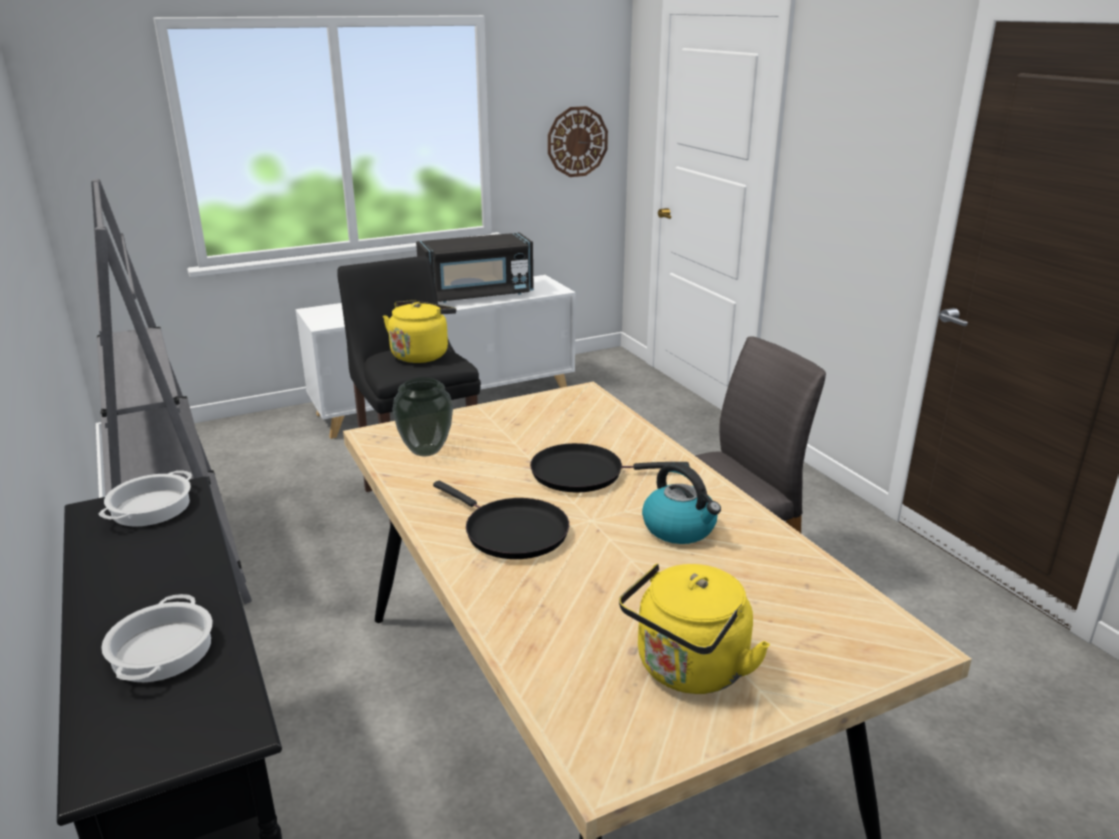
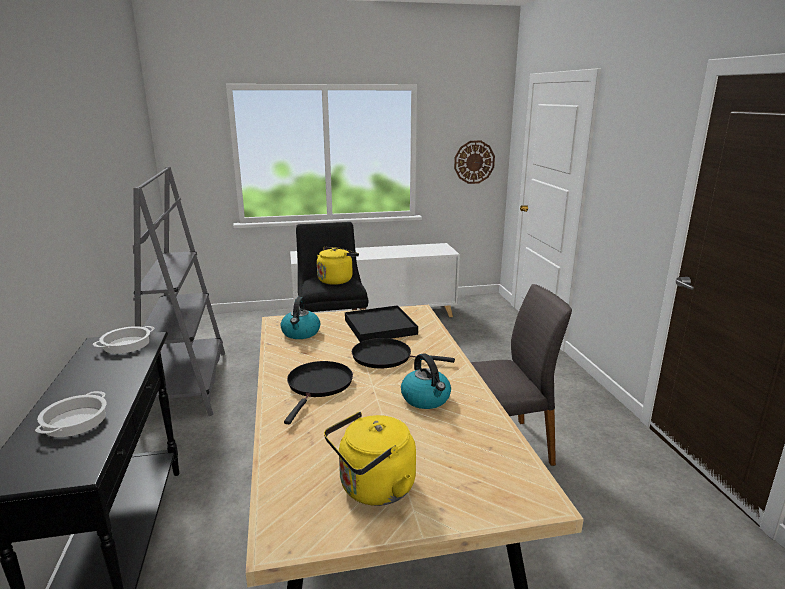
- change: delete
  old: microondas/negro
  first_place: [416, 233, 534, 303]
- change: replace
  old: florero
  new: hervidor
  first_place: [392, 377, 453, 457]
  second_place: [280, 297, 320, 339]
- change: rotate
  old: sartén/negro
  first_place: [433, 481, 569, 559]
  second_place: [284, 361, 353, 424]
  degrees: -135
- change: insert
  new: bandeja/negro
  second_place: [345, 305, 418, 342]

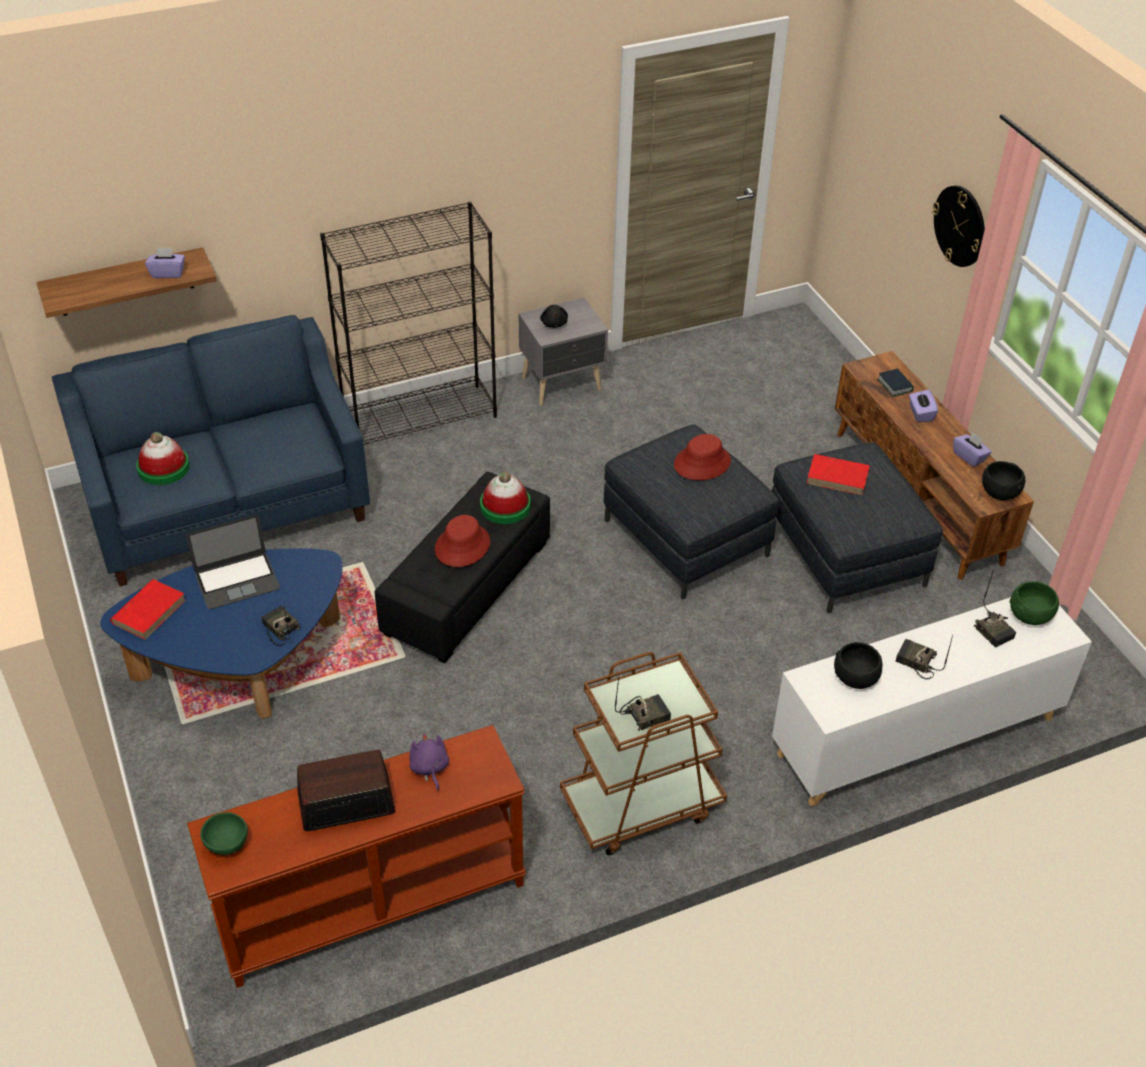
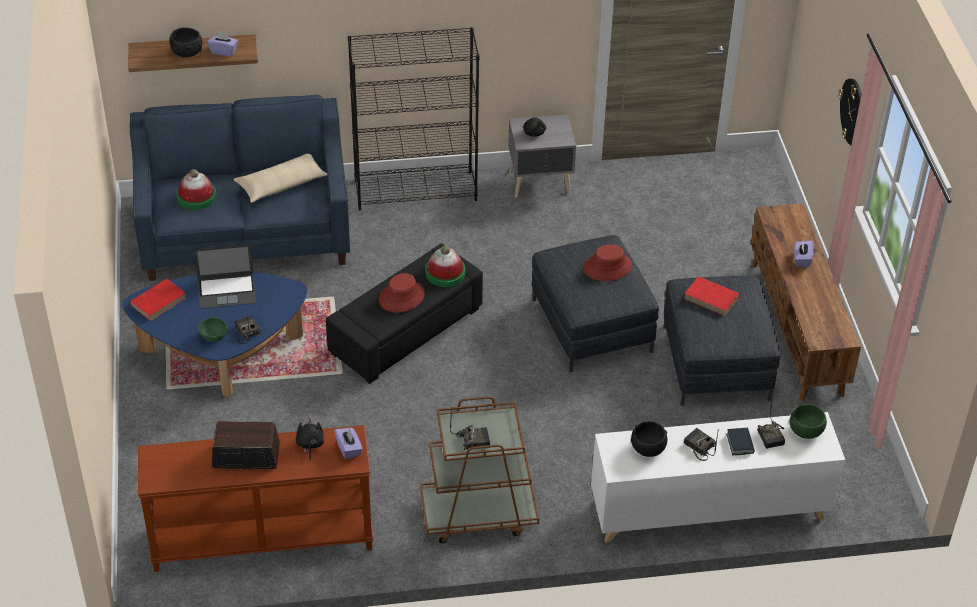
- change: move
  old: libro
  first_place: [878, 369, 914, 397]
  second_place: [726, 428, 755, 455]
- change: move
  old: caja de pañuelos/morado
  first_place: [953, 432, 992, 467]
  second_place: [334, 427, 363, 460]
- change: move
  old: cuenco/negro
  first_place: [982, 461, 1025, 500]
  second_place: [169, 27, 202, 57]
- change: recolor
  old: peluche/morado
  new: peluche/negro
  first_place: [409, 733, 449, 791]
  second_place: [295, 419, 324, 460]
- change: move
  old: cuenco/verde
  first_place: [200, 812, 248, 855]
  second_place: [198, 317, 227, 342]
- change: insert
  new: cojín/beis
  second_place: [234, 154, 327, 203]

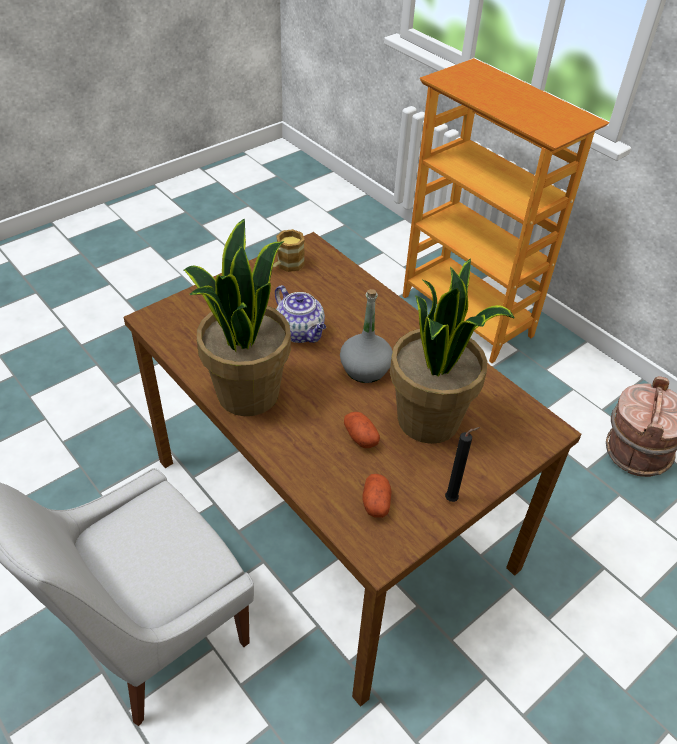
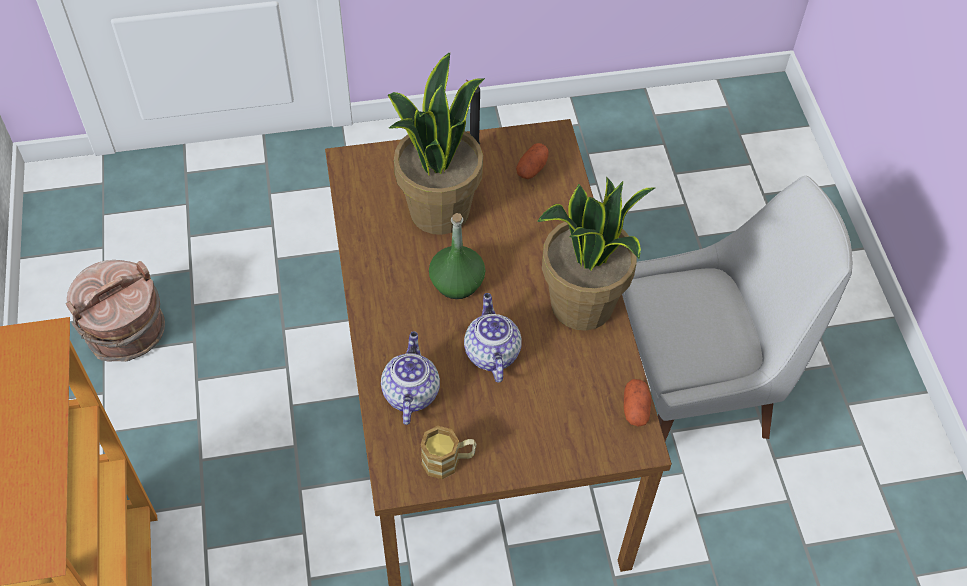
- change: recolor
  old: botella/gris
  new: botella/verde
  first_place: [340, 289, 393, 383]
  second_place: [429, 213, 485, 299]
- change: move
  old: patata
  first_place: [344, 412, 380, 448]
  second_place: [624, 379, 651, 427]
- change: insert
  new: tetera
  second_place: [381, 331, 440, 425]

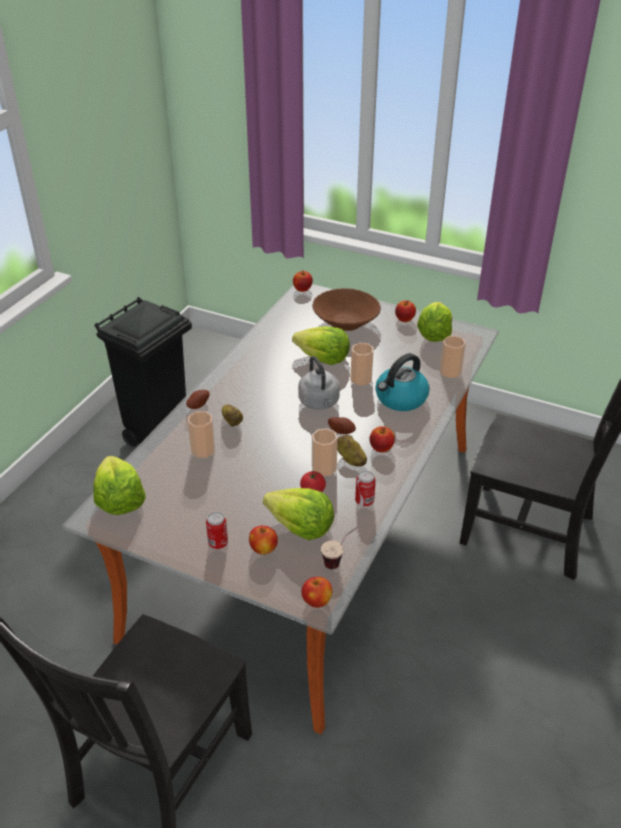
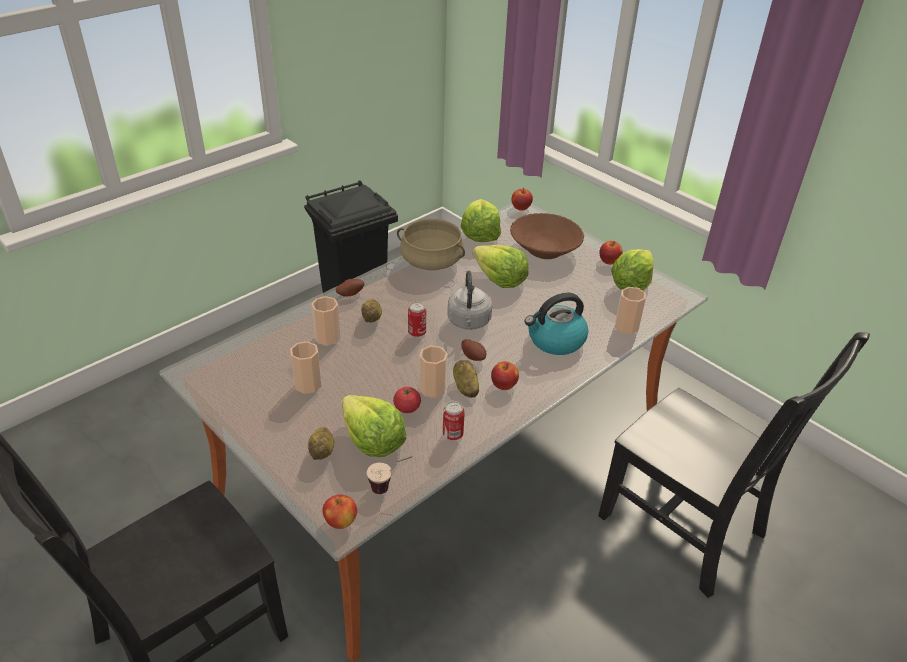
- change: move
  old: taza
  first_place: [350, 343, 374, 385]
  second_place: [290, 341, 322, 394]
- change: move
  old: lechuga
  first_place: [93, 456, 146, 515]
  second_place: [461, 199, 501, 242]
- change: move
  old: lata
  first_place: [206, 512, 228, 549]
  second_place: [408, 302, 426, 337]
- change: replace
  old: manzana
  new: patata
  first_place: [249, 526, 278, 555]
  second_place: [308, 427, 334, 460]
- change: insert
  new: olla/beis
  second_place: [397, 219, 465, 270]

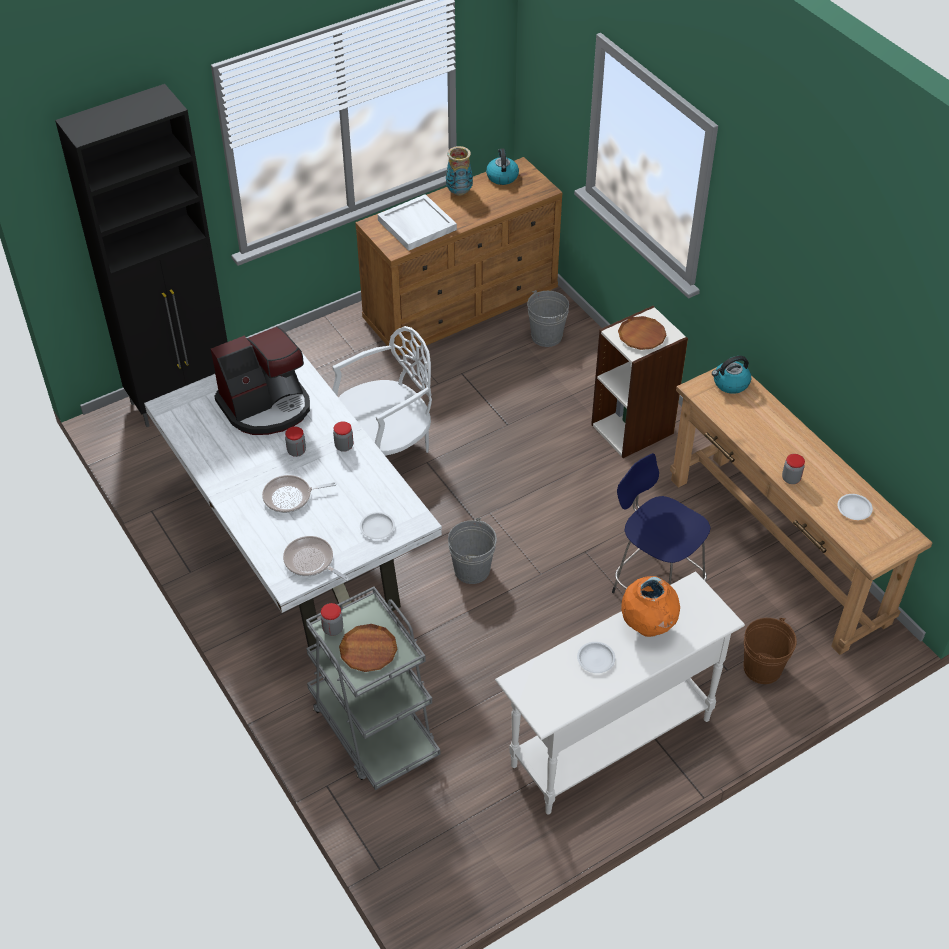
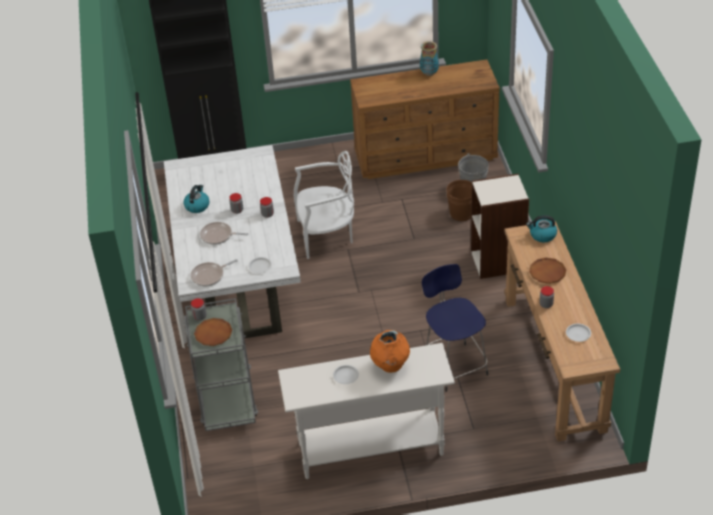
- change: move
  old: hervidor
  first_place: [486, 148, 519, 185]
  second_place: [184, 185, 209, 213]
- change: delete
  old: bandeja/blanco
  first_place: [378, 194, 457, 251]
- change: move
  old: plato/marrón
  first_place: [618, 316, 666, 350]
  second_place: [529, 258, 566, 284]
- change: delete
  old: cafetera
  first_place: [211, 326, 310, 435]
- change: delete
  old: cubo/gris
  first_place: [448, 518, 497, 584]
- change: rotate
  old: sartén
  first_place: [283, 536, 349, 581]
  second_place: [191, 259, 238, 287]
  degrees: -90
- change: move
  old: cubo/marrón
  first_place: [743, 618, 797, 684]
  second_place: [446, 180, 472, 221]

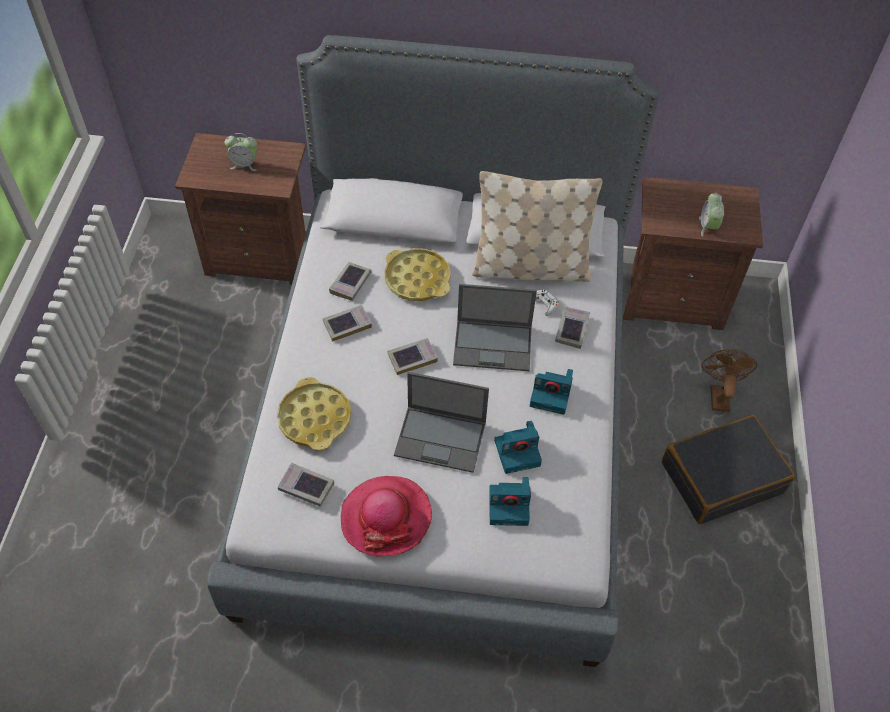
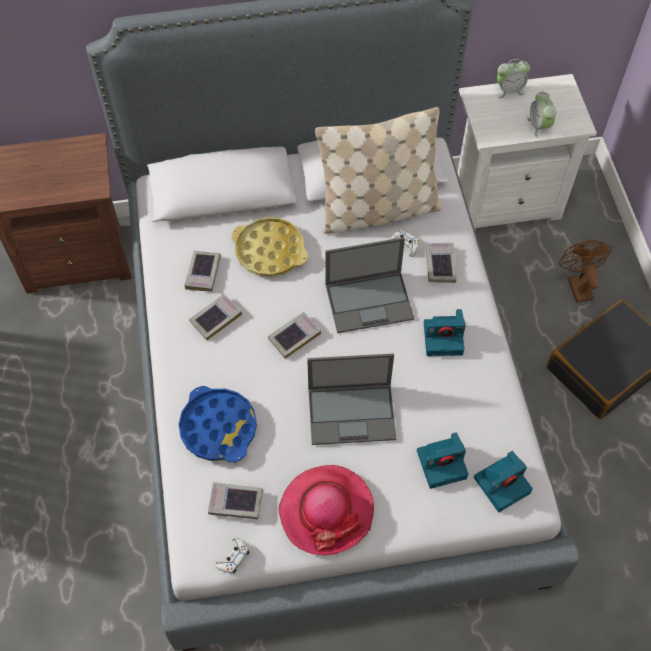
- change: move
  old: despertador
  first_place: [225, 133, 257, 171]
  second_place: [497, 59, 530, 98]
- change: recolor
  old: mesita de noche/marrón
  new: mesita de noche/blanco
  first_place: [623, 177, 763, 330]
  second_place: [457, 74, 597, 230]
- change: recolor
  old: bandeja/amarillo
  new: bandeja/azul
  first_place: [277, 377, 351, 451]
  second_place: [179, 386, 257, 462]
- change: move
  old: cámara
  first_place: [494, 421, 542, 474]
  second_place: [474, 451, 533, 512]
- change: insert
  new: mando de consola/blanco
  second_place: [215, 538, 249, 573]

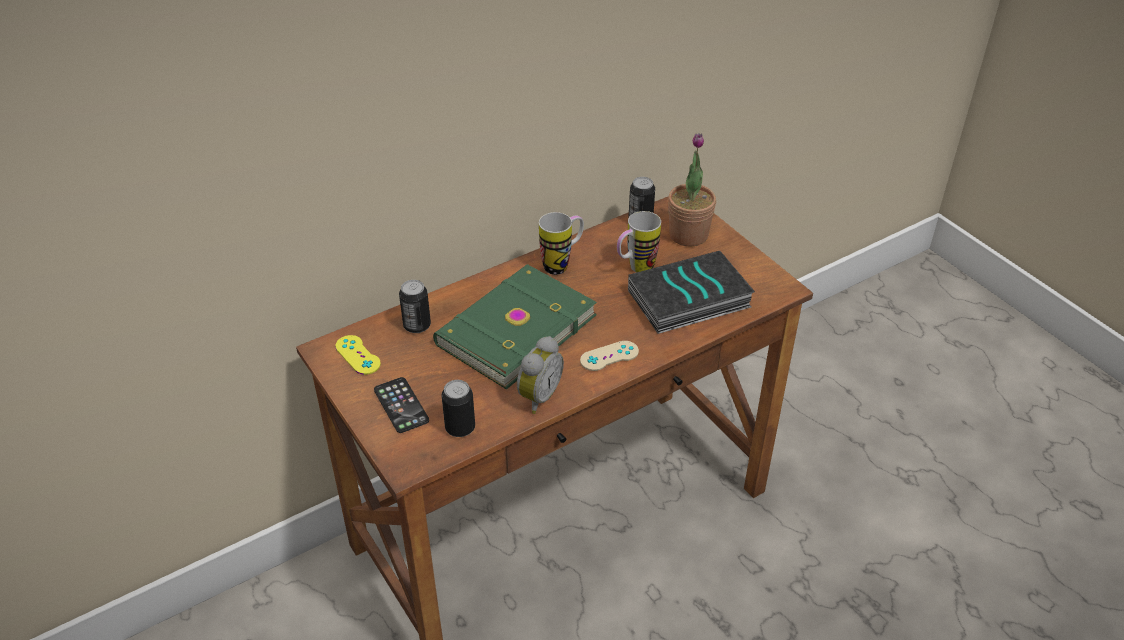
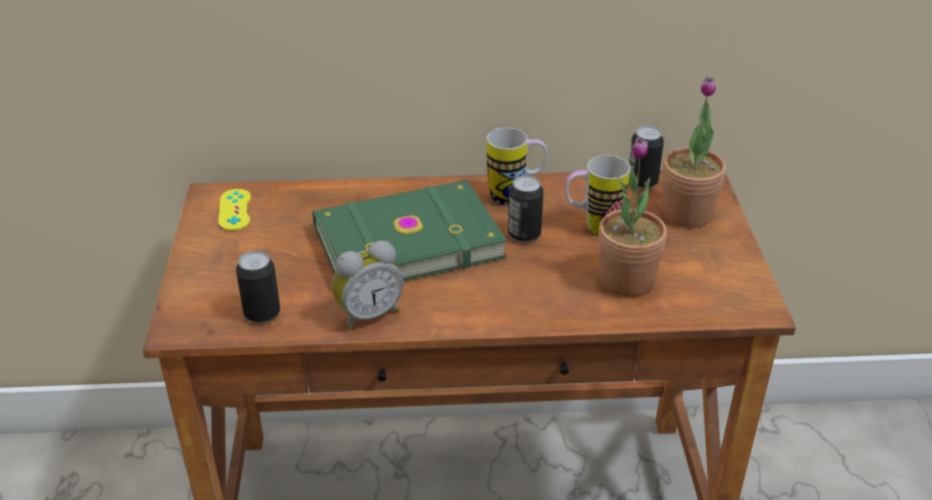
- change: replace
  old: libro
  new: planta en maceta
  first_place: [628, 251, 755, 334]
  second_place: [599, 137, 667, 297]
- change: move
  old: lata
  first_place: [399, 280, 431, 333]
  second_place: [508, 176, 544, 243]
- change: delete
  old: mando de consola/beis
  first_place: [580, 341, 639, 371]
- change: delete
  old: móvil
  first_place: [374, 377, 429, 433]

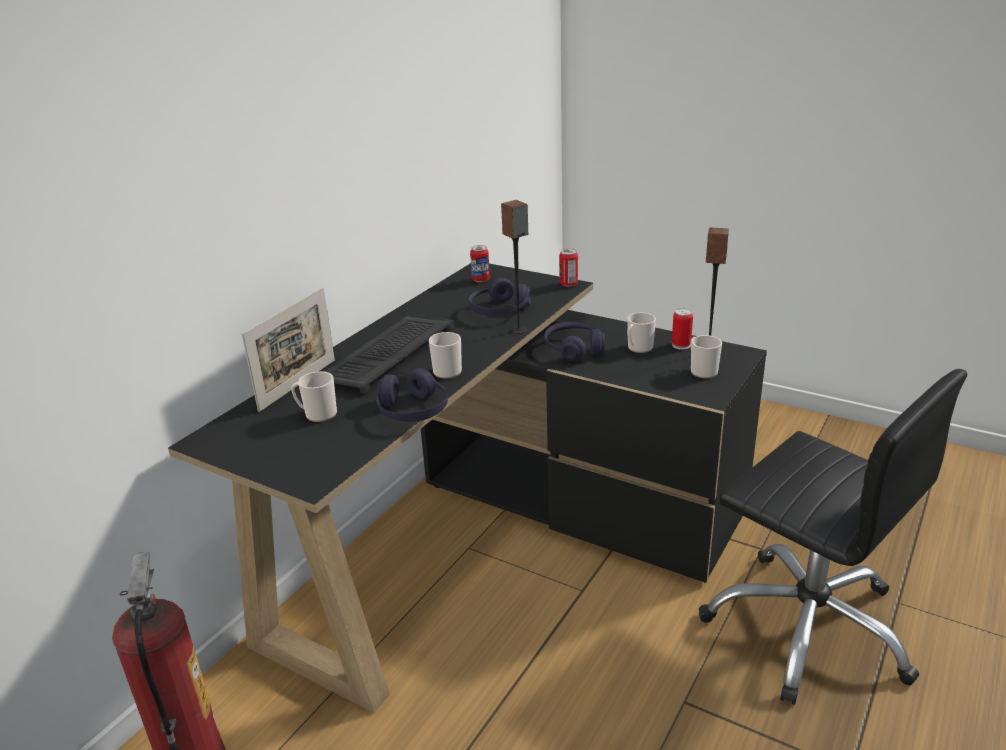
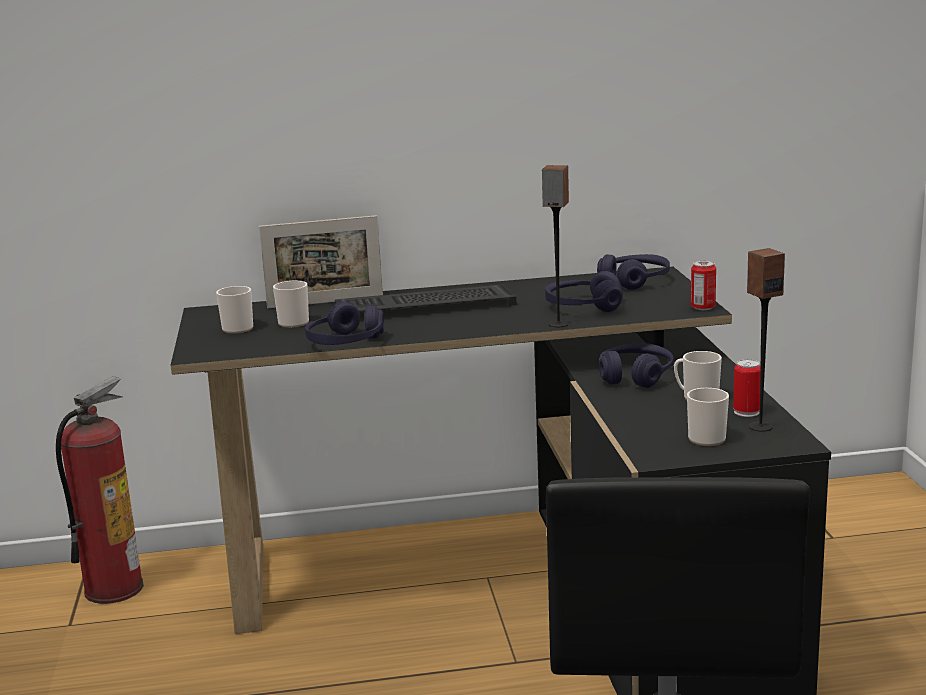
- change: replace
  old: lata
  new: auriculares/morado
  first_place: [470, 245, 490, 283]
  second_place: [597, 254, 670, 290]
- change: move
  old: taza grande
  first_place: [429, 332, 462, 379]
  second_place: [216, 286, 253, 334]

